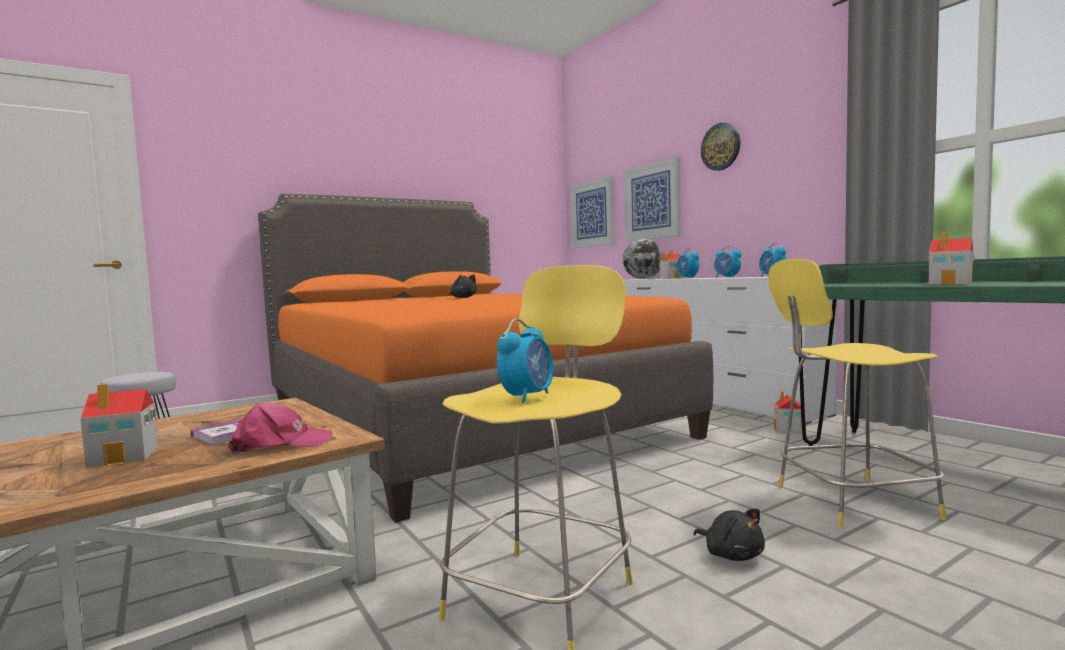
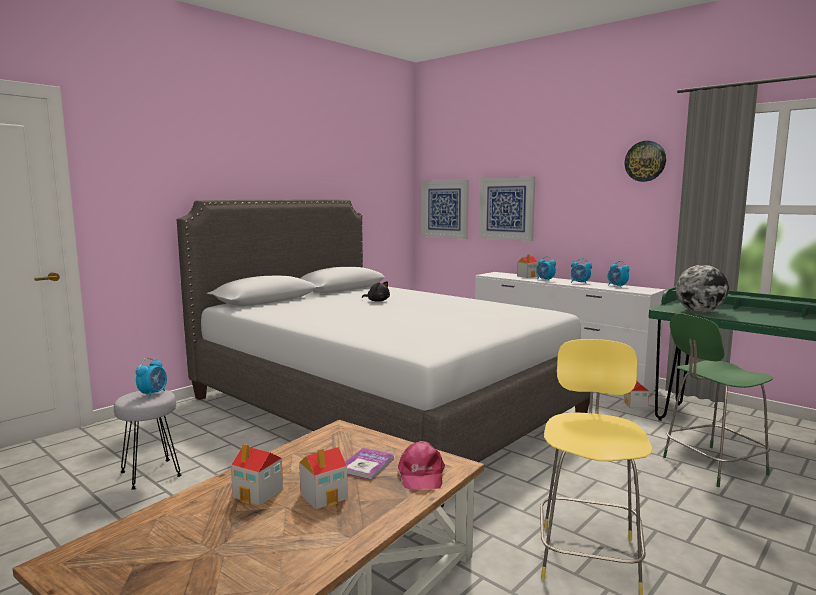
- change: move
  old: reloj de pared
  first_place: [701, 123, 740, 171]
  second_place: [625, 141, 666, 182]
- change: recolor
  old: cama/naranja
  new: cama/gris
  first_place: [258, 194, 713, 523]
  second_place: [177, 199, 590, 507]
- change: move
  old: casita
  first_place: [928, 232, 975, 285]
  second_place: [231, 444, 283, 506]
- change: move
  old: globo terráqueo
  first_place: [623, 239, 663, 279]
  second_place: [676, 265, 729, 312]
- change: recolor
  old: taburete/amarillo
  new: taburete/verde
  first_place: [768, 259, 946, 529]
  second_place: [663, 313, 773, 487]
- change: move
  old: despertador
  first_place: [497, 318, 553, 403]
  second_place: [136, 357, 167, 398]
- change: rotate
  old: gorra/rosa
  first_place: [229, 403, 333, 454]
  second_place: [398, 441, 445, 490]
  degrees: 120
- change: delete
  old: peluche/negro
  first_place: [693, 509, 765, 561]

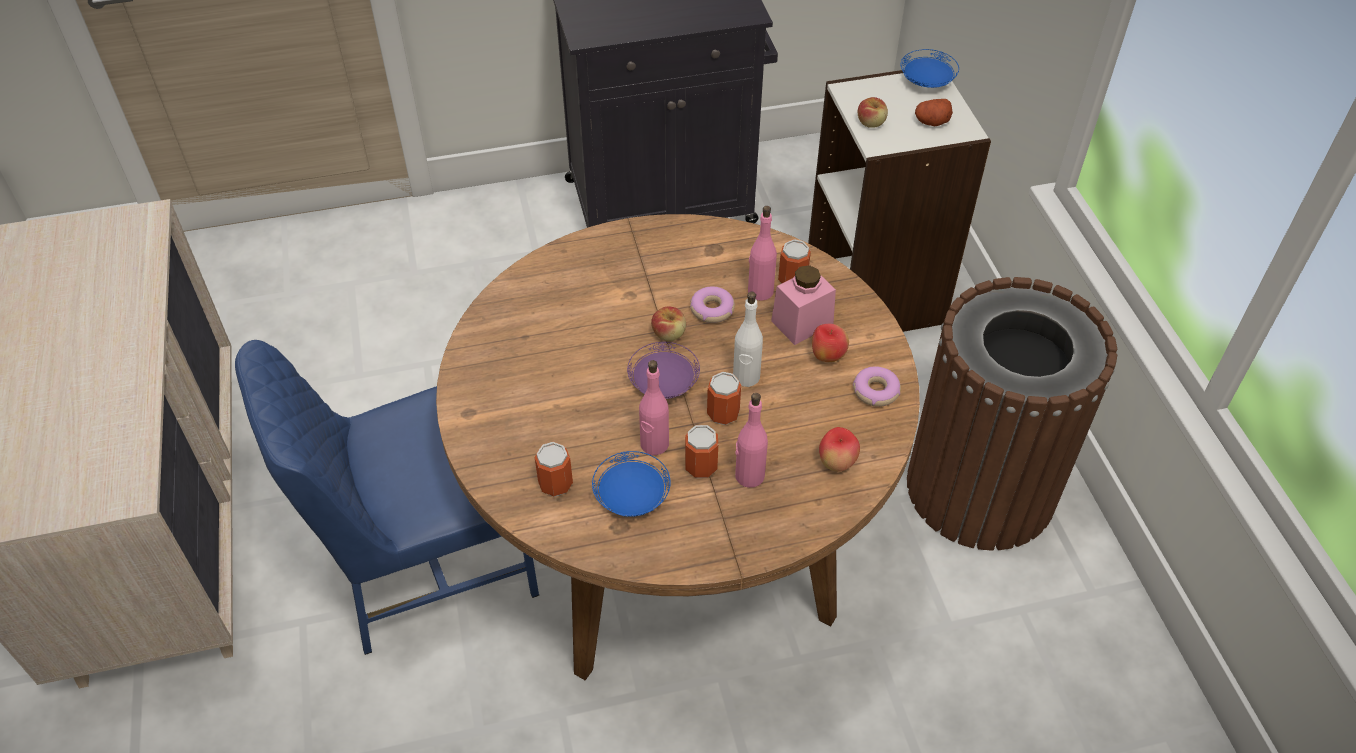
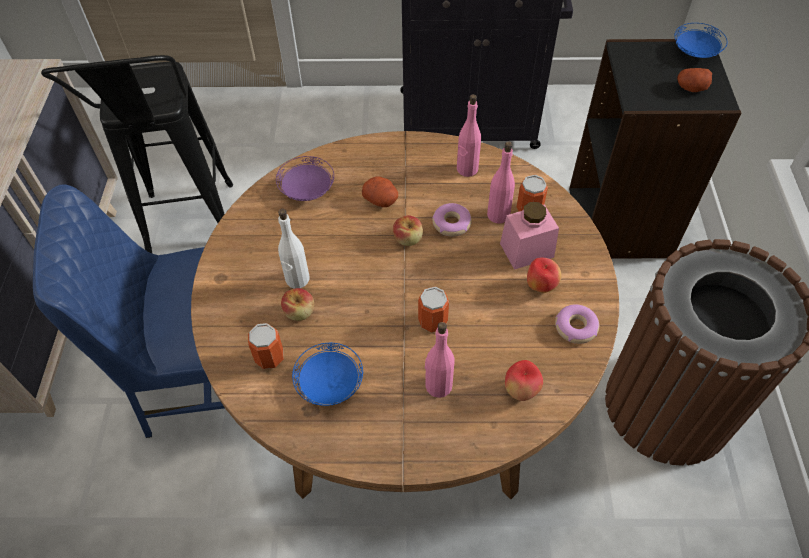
- change: recolor
  old: estantería/blanco
  new: estantería/negro
  first_place: [808, 70, 991, 332]
  second_place: [569, 39, 742, 258]
- change: move
  old: manzana
  first_place: [858, 97, 888, 128]
  second_place: [281, 288, 314, 321]
- change: move
  old: botella/blanco
  first_place: [733, 291, 763, 387]
  second_place: [278, 209, 310, 289]
- change: move
  old: plato/morado
  first_place: [627, 342, 700, 399]
  second_place: [276, 156, 334, 201]
- change: move
  old: botella/rosa
  first_place: [639, 360, 669, 455]
  second_place: [457, 94, 481, 177]
- change: delete
  old: lata
  first_place: [685, 425, 718, 478]
- change: insert
  new: taburete/negro
  second_place: [41, 55, 233, 253]
- change: insert
  new: patata
  second_place: [362, 176, 398, 207]

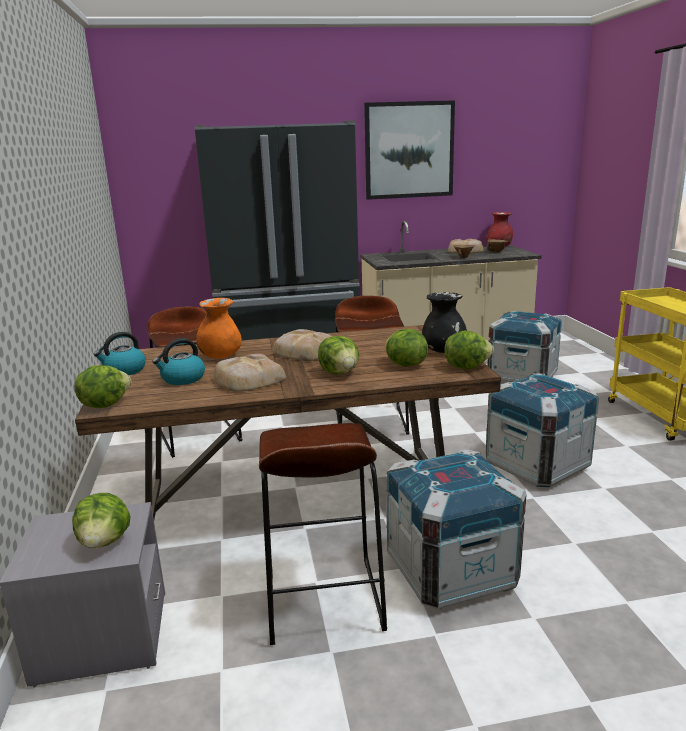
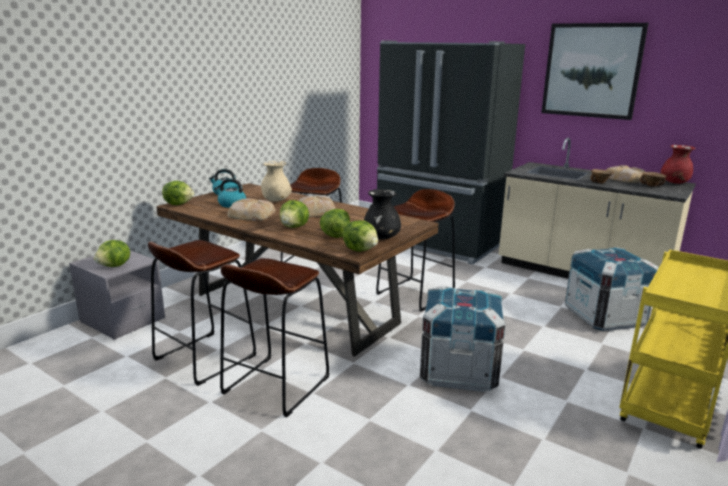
- change: recolor
  old: florero/naranja
  new: florero/beis
  first_place: [196, 298, 242, 359]
  second_place: [261, 161, 292, 202]
- change: replace
  old: caja de embalaje
  new: taburete/marrón
  first_place: [386, 449, 527, 609]
  second_place: [220, 258, 330, 417]

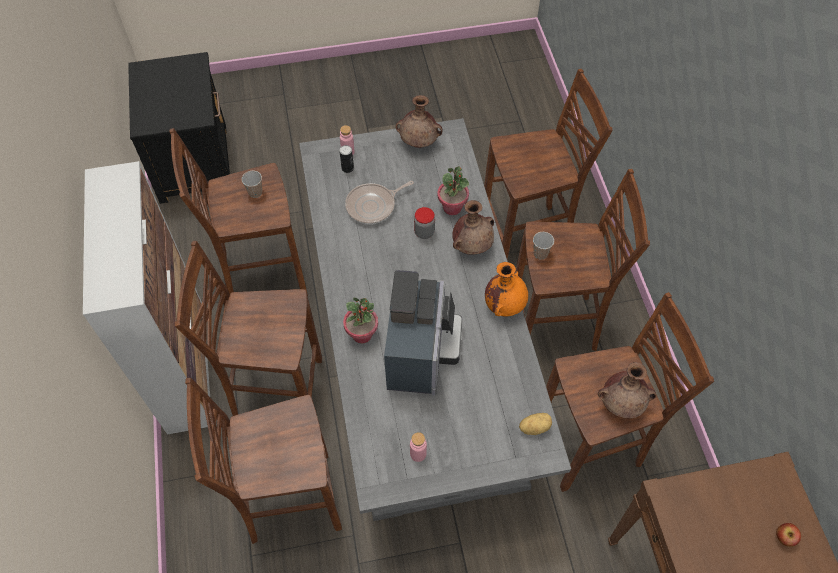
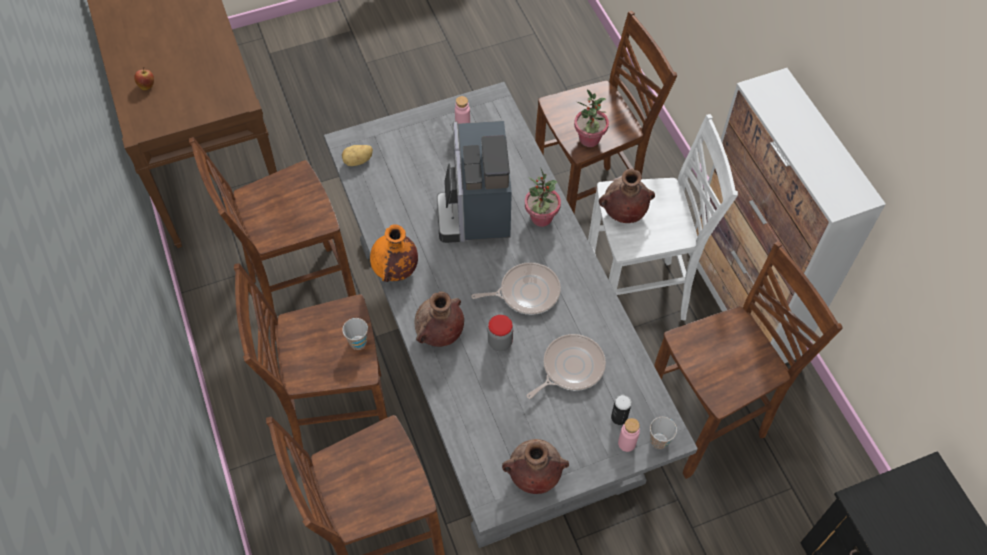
- change: move
  old: planta en maceta
  first_place: [437, 166, 469, 215]
  second_place: [574, 89, 609, 147]
- change: move
  old: taza
  first_place: [242, 170, 262, 198]
  second_place: [650, 417, 677, 449]
- change: recolor
  old: taburete/marrón
  new: taburete/blanco
  first_place: [175, 241, 322, 416]
  second_place: [588, 114, 738, 320]
- change: move
  old: florero/marrón
  first_place: [598, 362, 656, 419]
  second_place: [599, 169, 655, 223]
- change: insert
  new: sartén
  second_place: [471, 262, 561, 315]

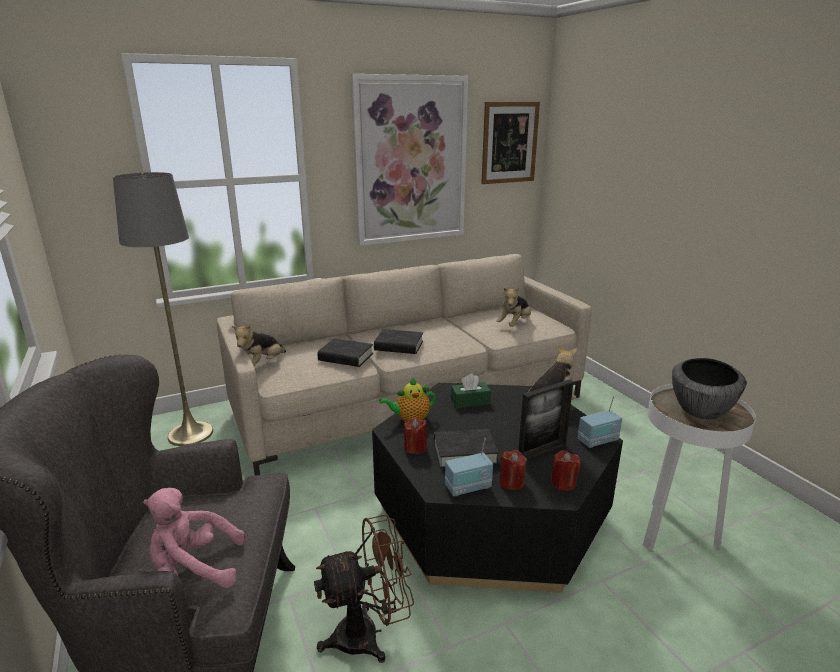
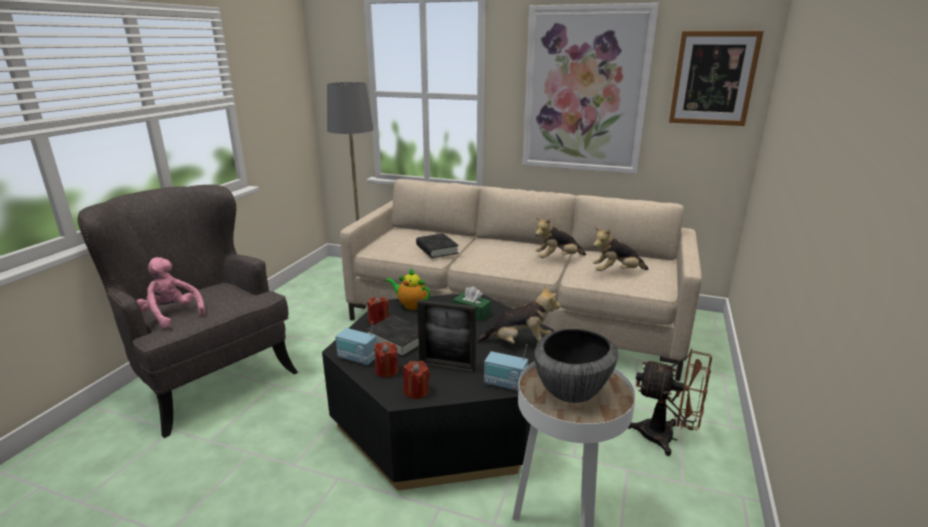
- change: move
  old: peluche
  first_place: [232, 323, 286, 367]
  second_place: [535, 217, 586, 258]
- change: delete
  old: libro/negro
  first_place: [374, 329, 423, 354]
- change: move
  old: ventilador/marrón
  first_place: [314, 515, 414, 663]
  second_place: [628, 349, 712, 456]

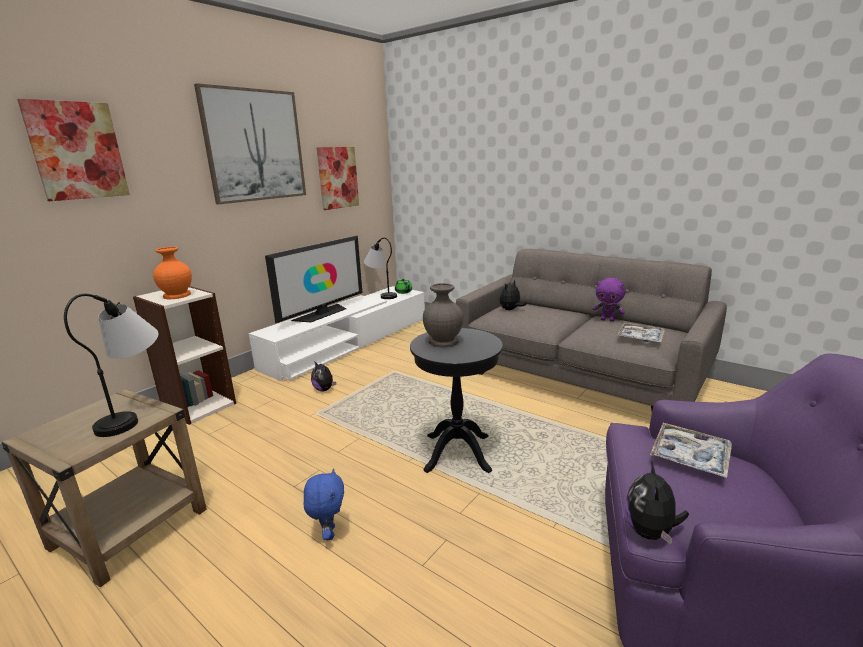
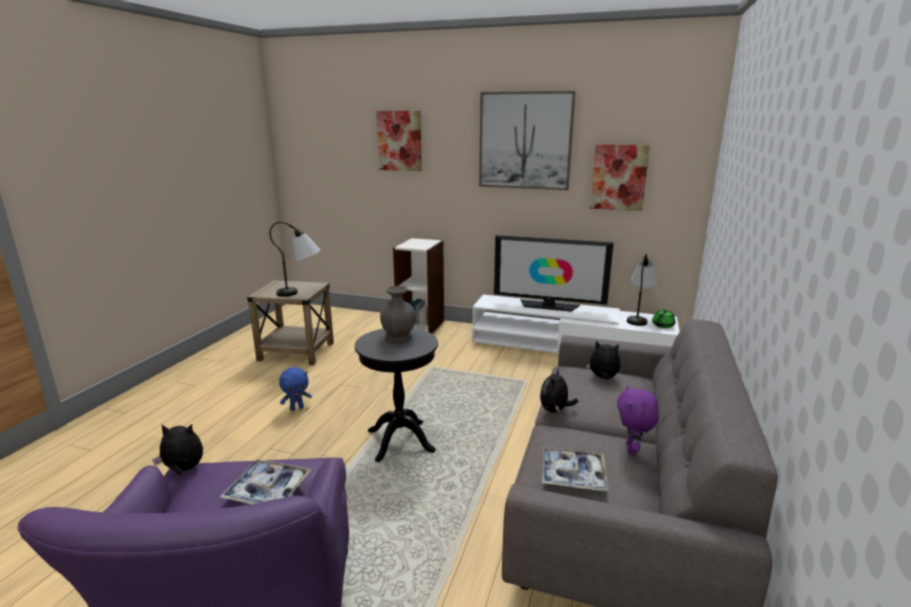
- change: delete
  old: florero/naranja
  first_place: [153, 247, 192, 299]
- change: move
  old: peluche
  first_place: [311, 361, 336, 392]
  second_place: [540, 367, 578, 413]

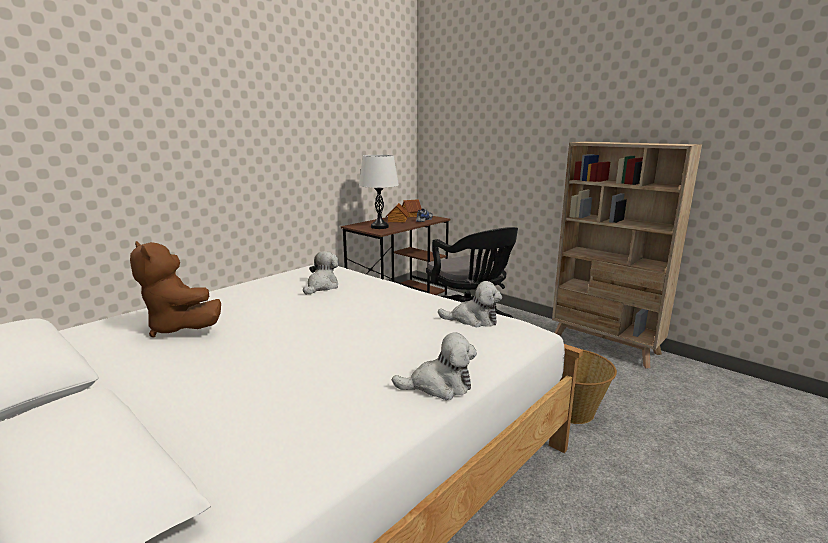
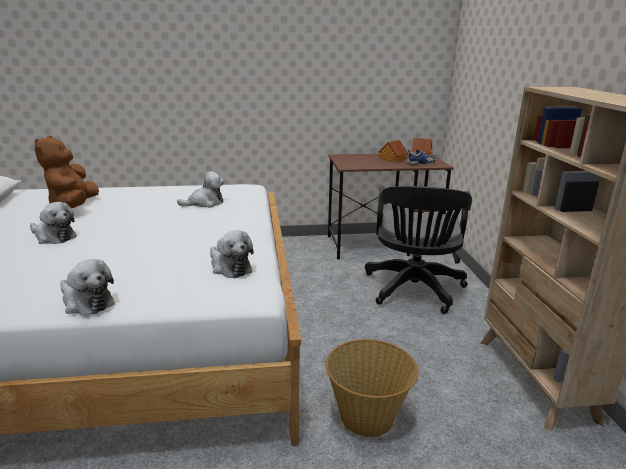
- change: delete
  old: lámpara de mesa/blanco
  first_place: [359, 155, 399, 229]
- change: insert
  new: peluche
  second_place: [30, 202, 77, 244]

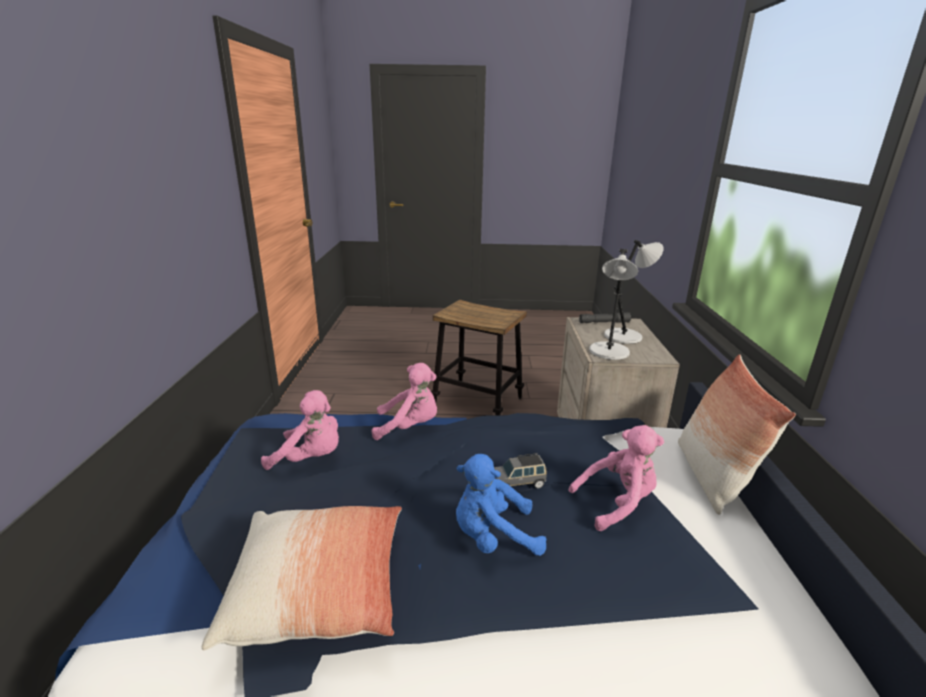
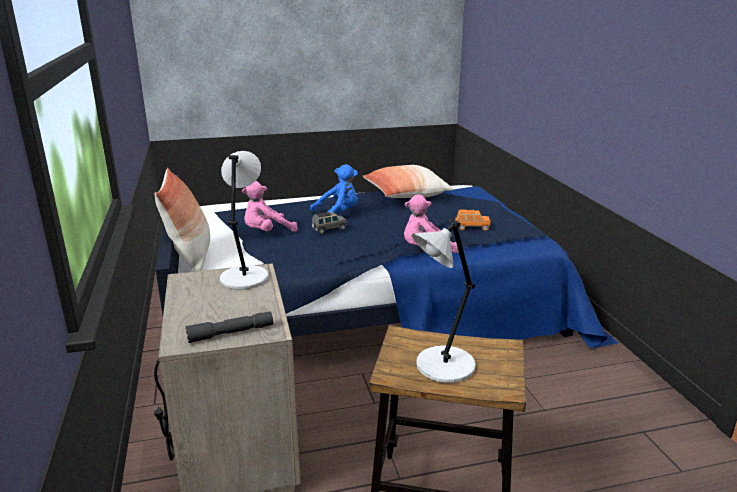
- change: move
  old: lámpara de mesa/gris
  first_place: [604, 240, 663, 344]
  second_place: [412, 219, 476, 383]
- change: replace
  old: peluche/rosa
  new: coche de juguete/naranja
  first_place: [261, 390, 339, 470]
  second_place: [455, 209, 490, 231]

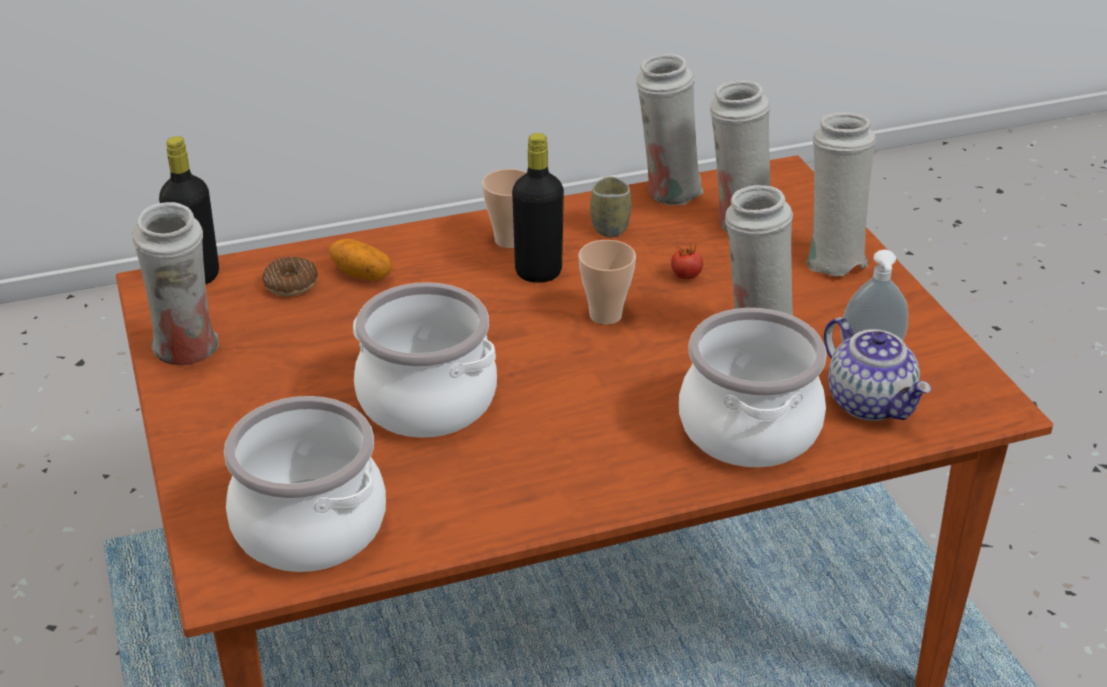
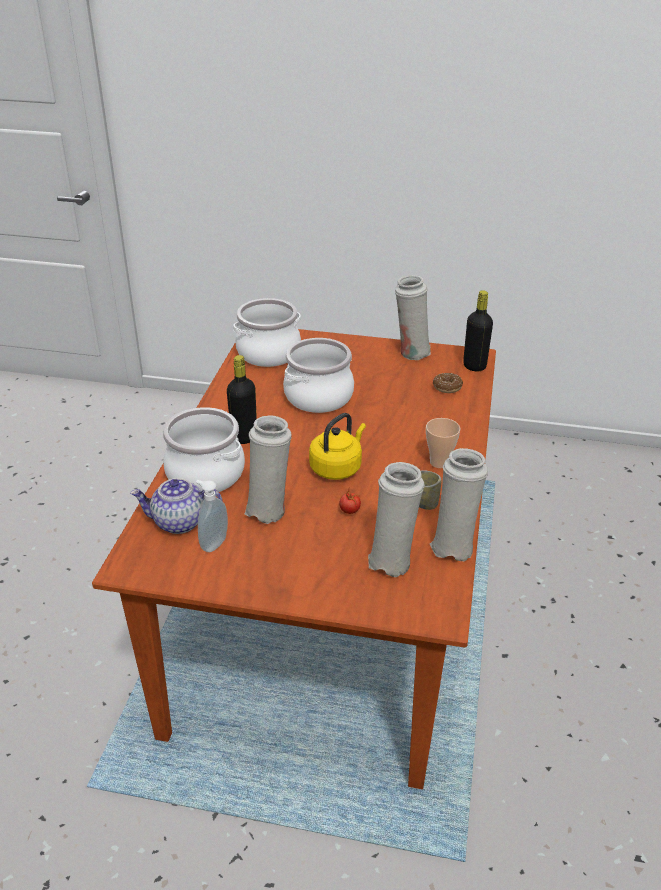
- change: delete
  old: florero/blanco
  first_place: [806, 112, 876, 277]
- change: move
  old: botella/negro
  first_place: [512, 133, 564, 283]
  second_place: [227, 355, 257, 444]
- change: delete
  old: patata
  first_place: [329, 239, 392, 281]
- change: replace
  old: taza
  new: hervidor/amarillo
  first_place: [579, 240, 636, 325]
  second_place: [309, 413, 366, 480]

